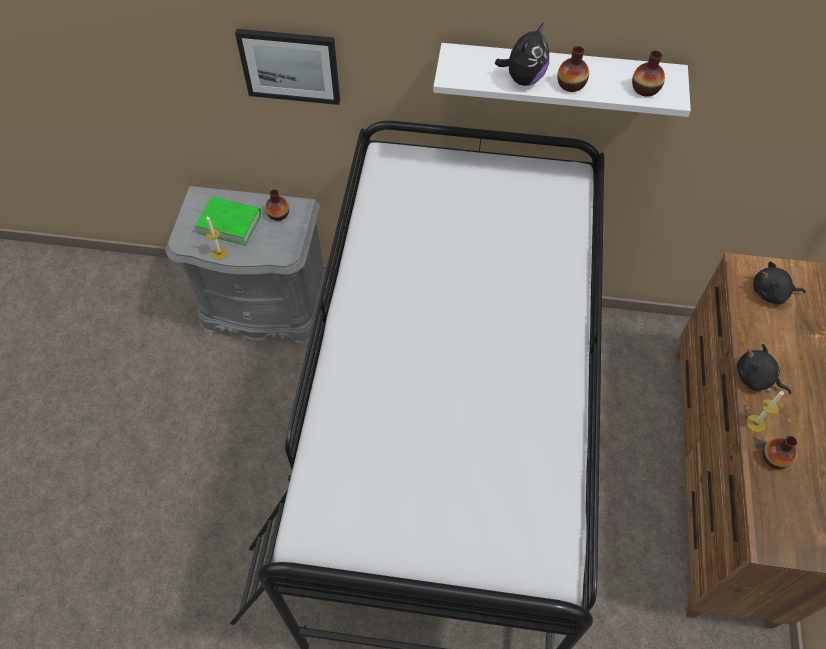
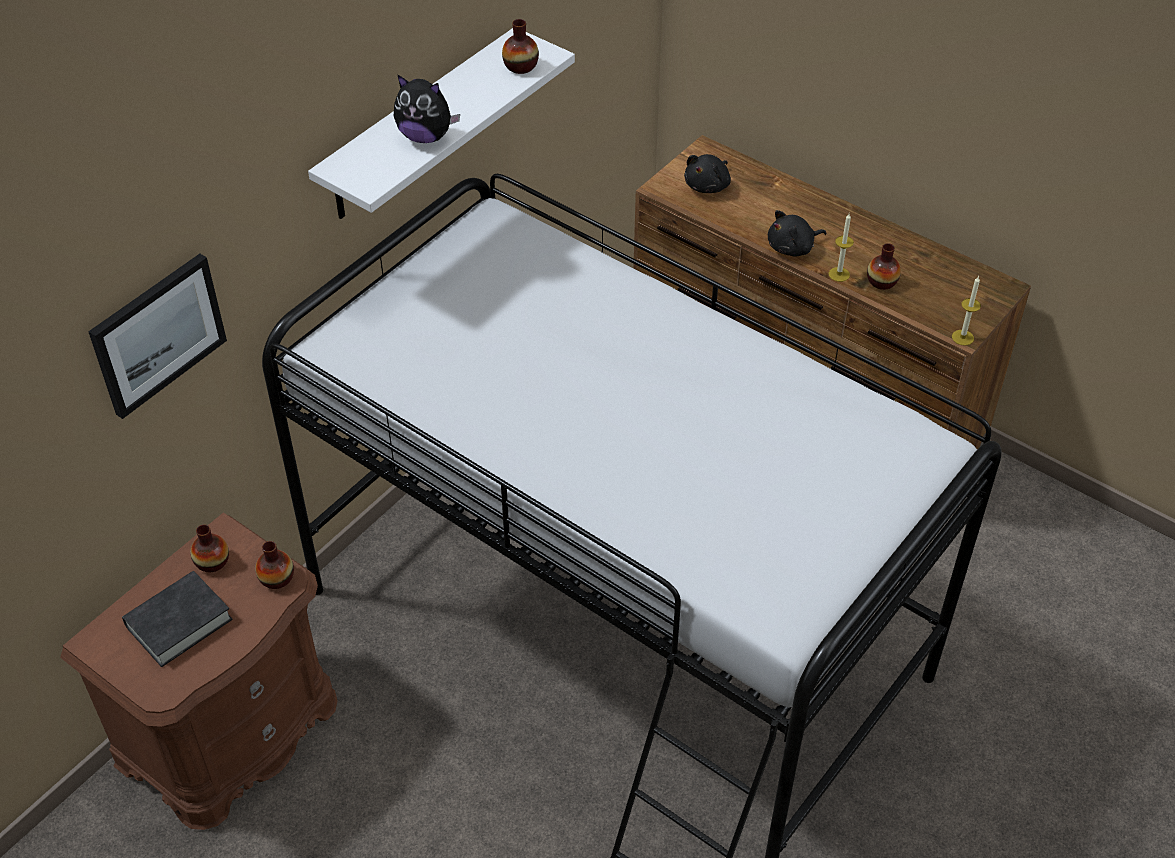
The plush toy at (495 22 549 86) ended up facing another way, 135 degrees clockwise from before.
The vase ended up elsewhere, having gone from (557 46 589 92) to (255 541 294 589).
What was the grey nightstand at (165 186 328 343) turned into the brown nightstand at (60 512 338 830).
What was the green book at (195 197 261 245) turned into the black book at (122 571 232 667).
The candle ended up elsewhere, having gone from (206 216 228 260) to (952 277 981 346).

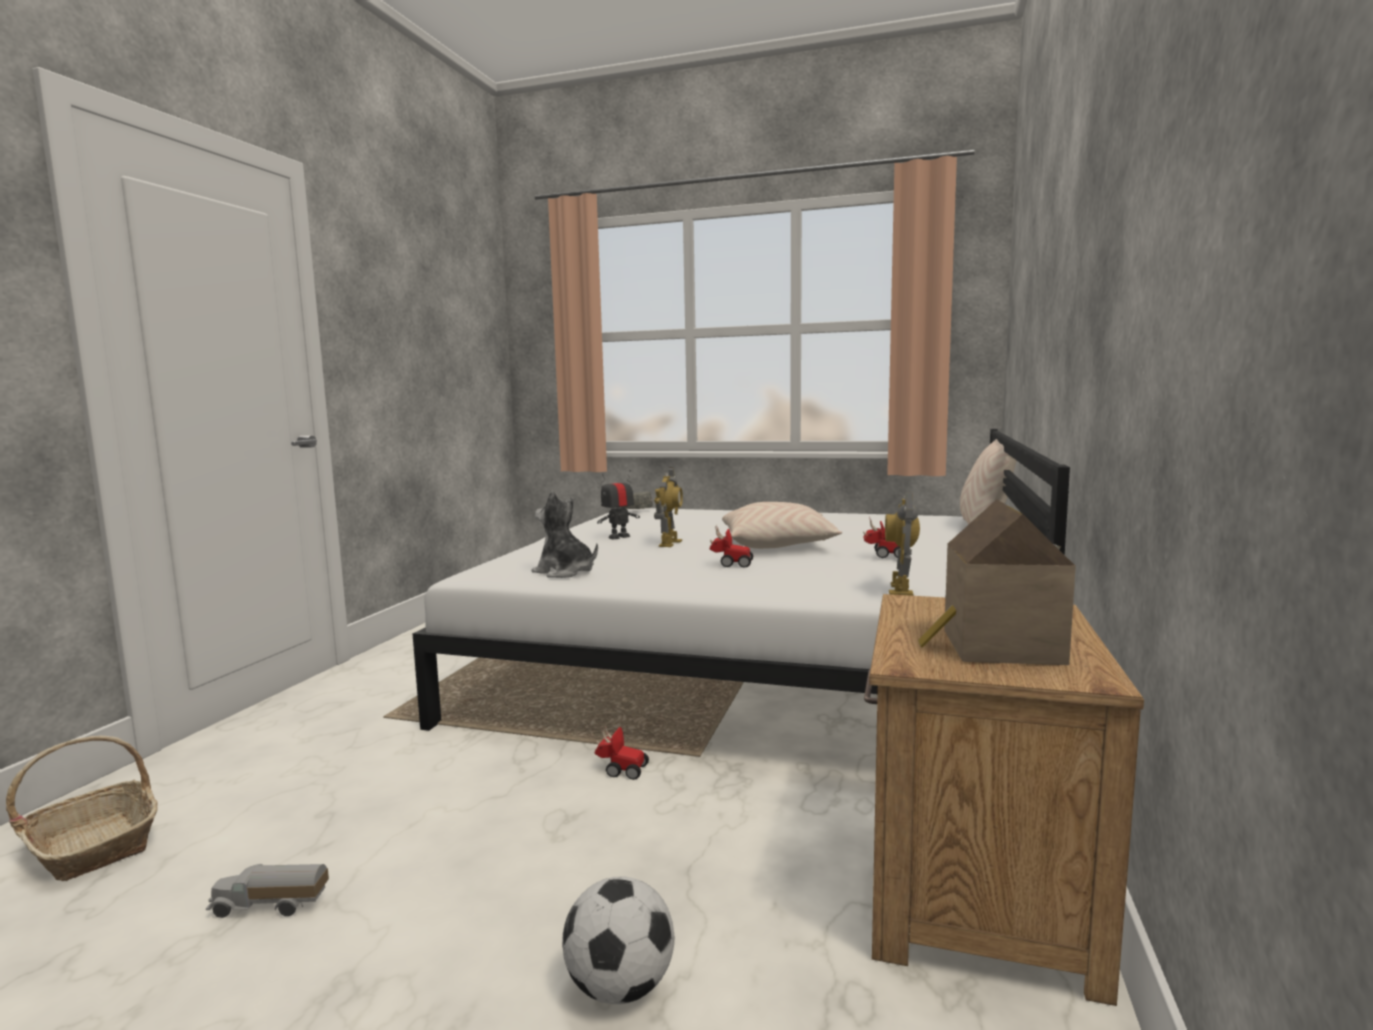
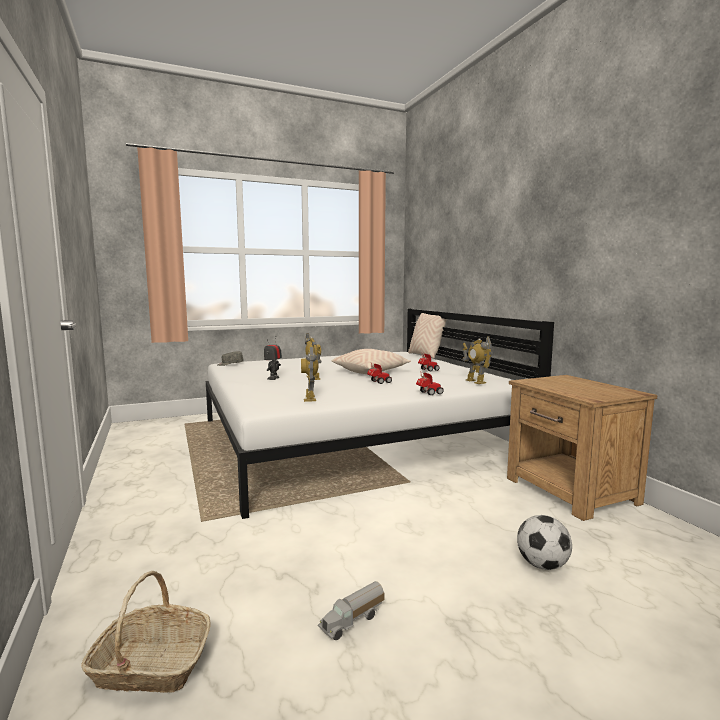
Where the plush toy stood at (532 491 598 578), the toy robot came to stand at (301 347 319 402).
The second view lost the toy house at (918 499 1076 665).
The toy car ended up elsewhere, having gone from (595 724 649 780) to (416 371 444 395).

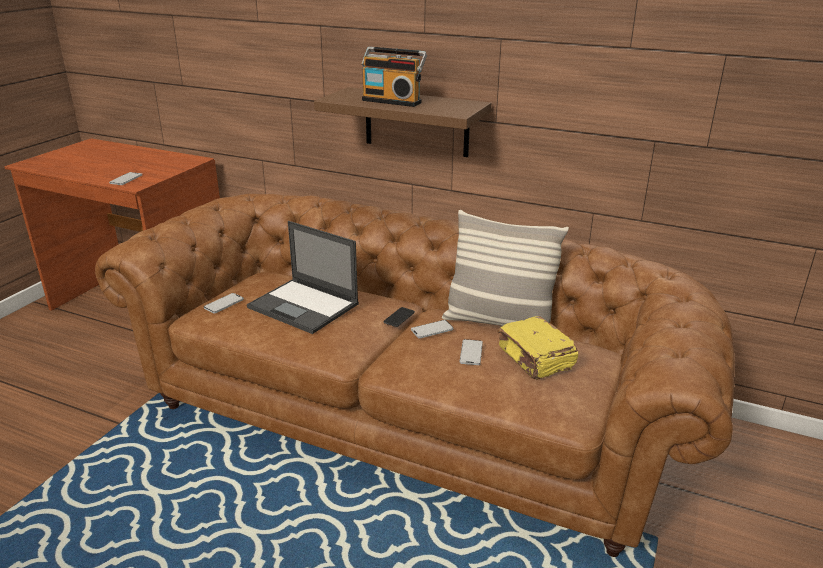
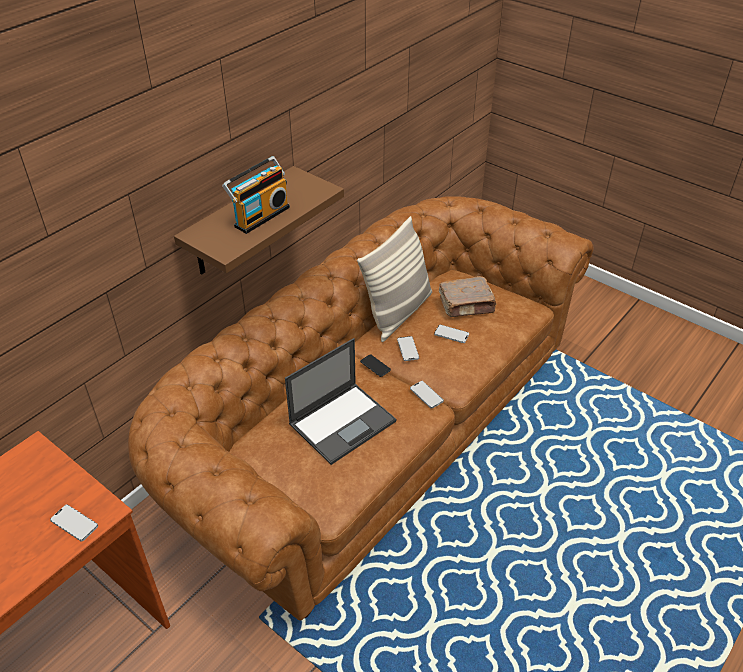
The phone ended up elsewhere, having gone from (204 293 244 313) to (410 381 444 409).
What was the yellow book at (497 316 578 379) turned into the brown book at (439 276 497 317).

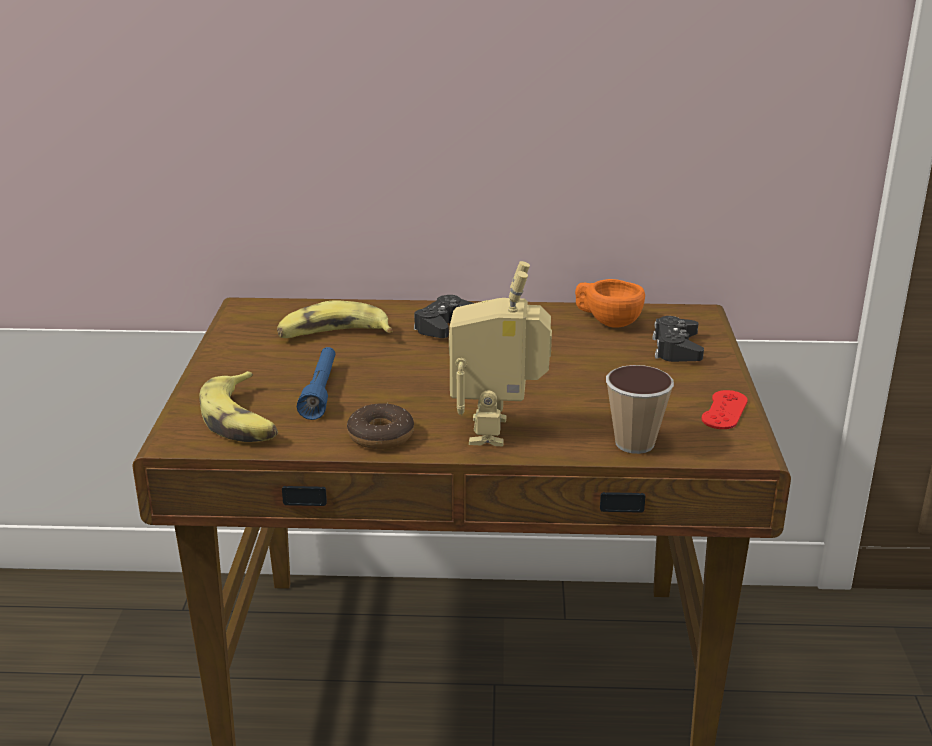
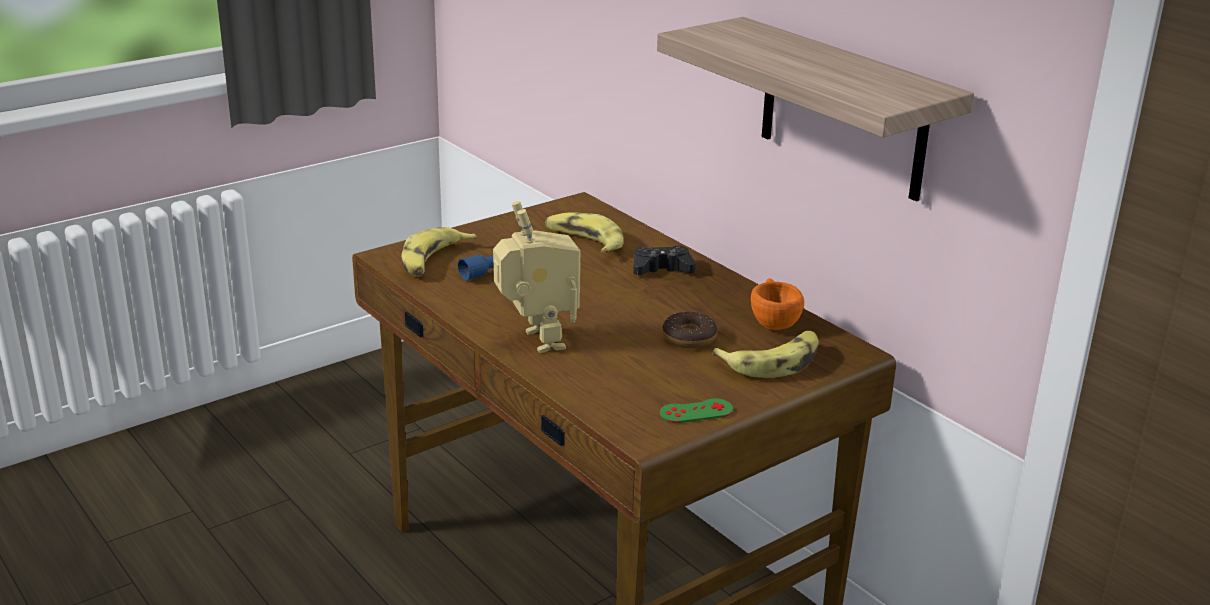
The toy robot at (449 261 552 446) ended up facing another way, 105 degrees clockwise from before.
Where the black game controller stood at (652 316 704 362), the banana came to stand at (712 331 819 378).
The second view lost the cup at (606 365 674 454).
What was the red game controller at (701 390 748 429) turned into the green game controller at (660 398 733 423).
The donut ended up elsewhere, having gone from (347 403 414 449) to (662 312 717 348).
The second view gained the shelf at (657 17 974 202).

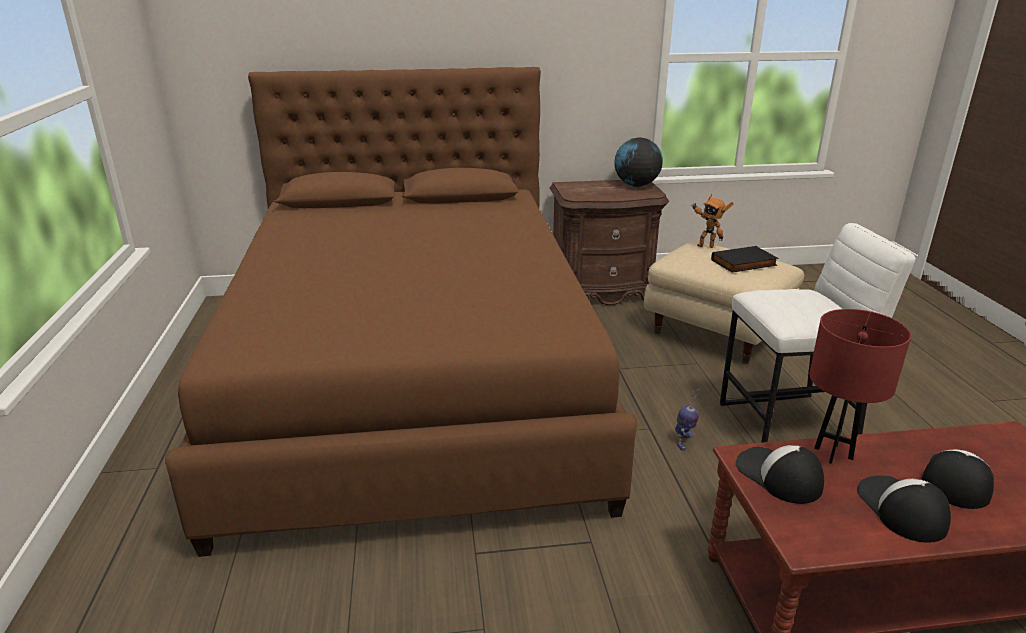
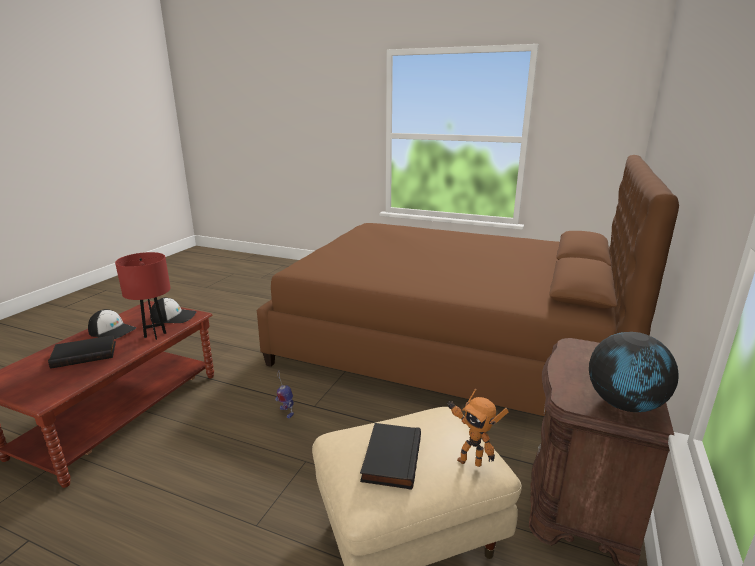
The toy robot at (691 194 733 248) ended up facing another way, 120 degrees counterclockwise from before.
The second view lost the white chair at (720 223 915 443).
Where the cap stood at (922 450 994 509), the black book came to stand at (48 335 116 369).

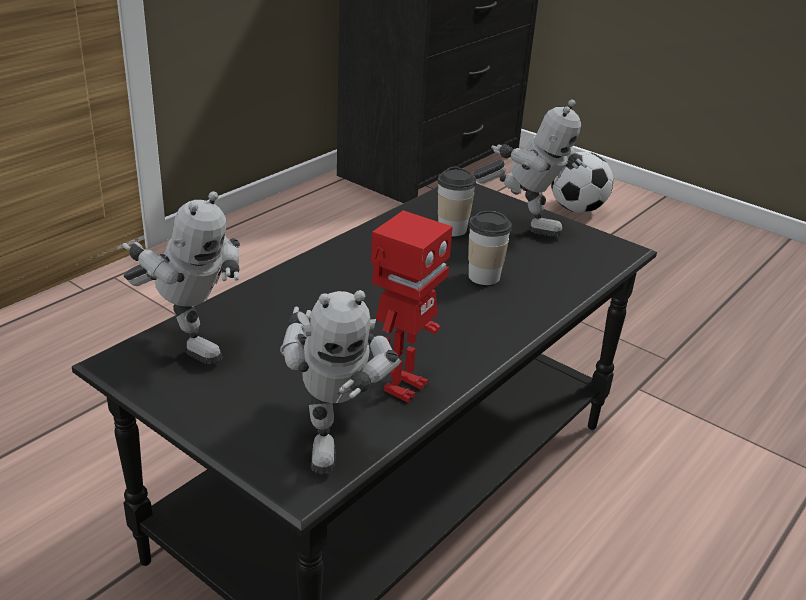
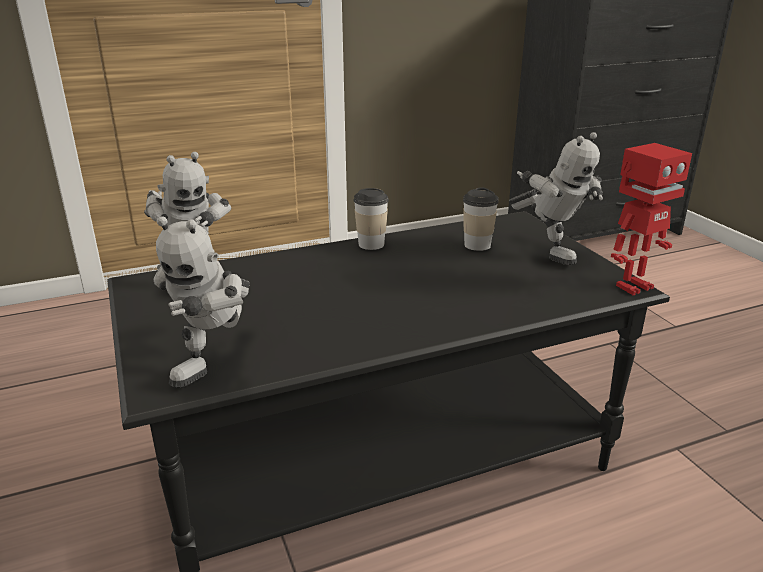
The second view lost the football at (551 152 613 213).
The toy robot ended up elsewhere, having gone from (371 211 453 403) to (611 143 692 295).
The cup ended up elsewhere, having gone from (468 211 512 285) to (354 188 389 250).

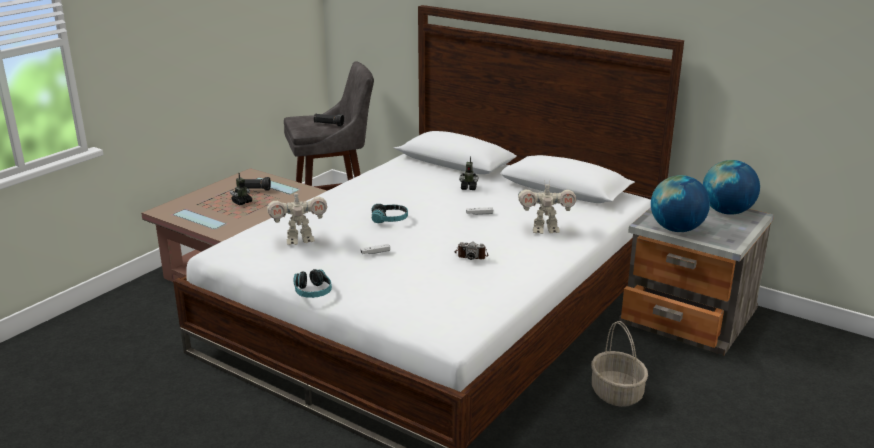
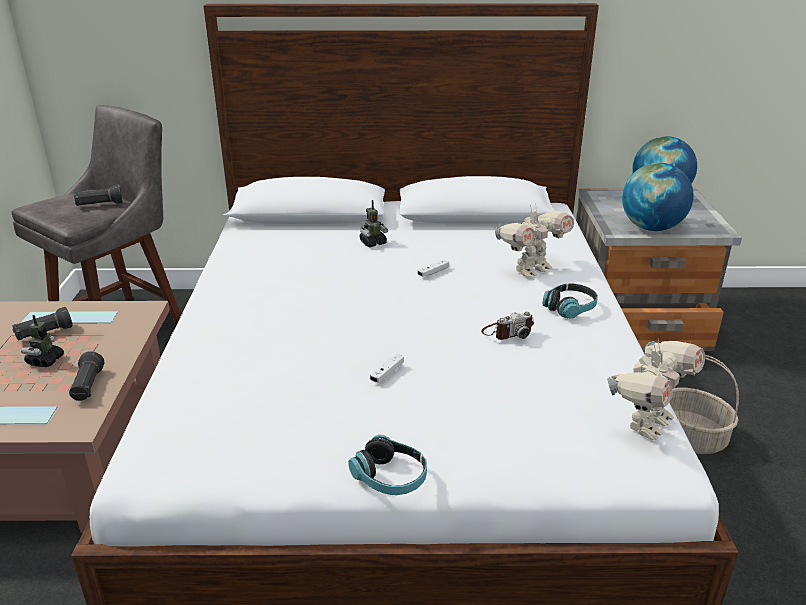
The toy robot ended up elsewhere, having gone from (267 189 327 245) to (607 339 705 440).
The headphones ended up elsewhere, having gone from (371 204 408 223) to (542 283 598 319).
The second view gained the black flashlight at (69 351 104 401).

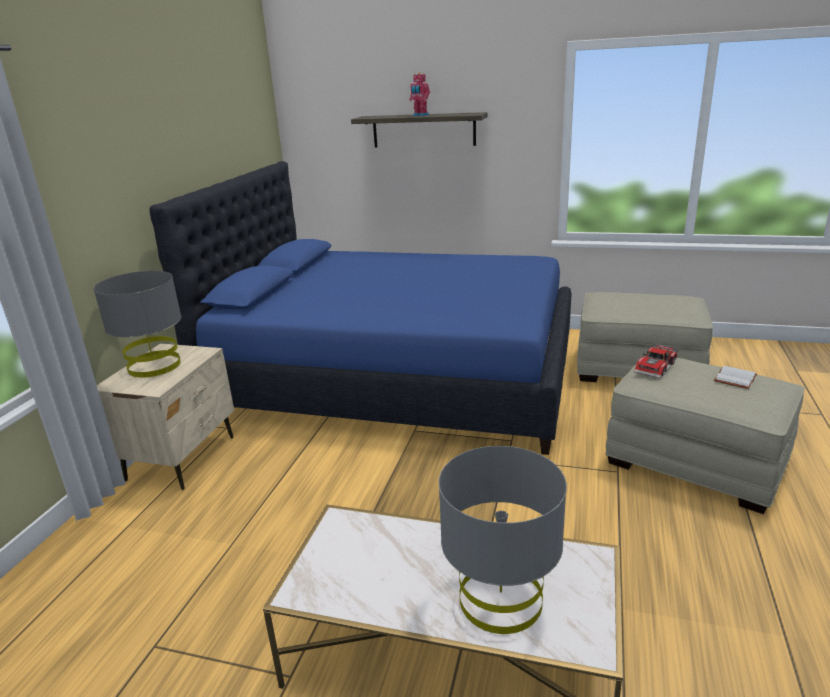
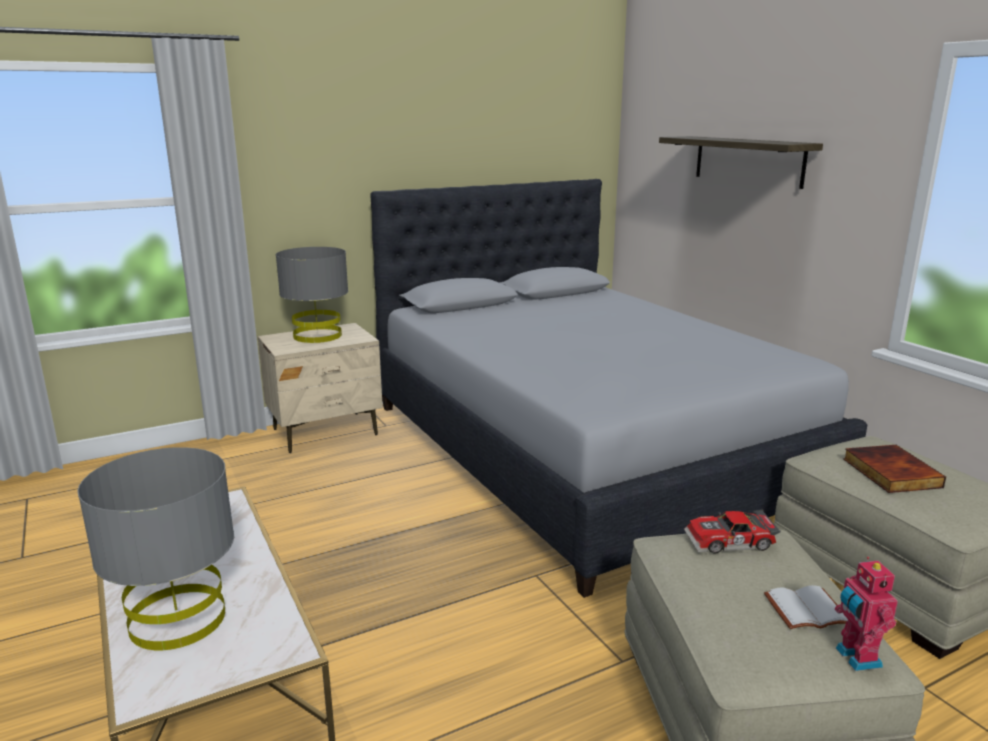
The toy robot ended up elsewhere, having gone from (409 72 430 116) to (835 557 898 671).
What was the blue bed at (149 161 572 455) turned into the grey bed at (370 179 867 598).
The second view gained the book at (843 445 946 493).

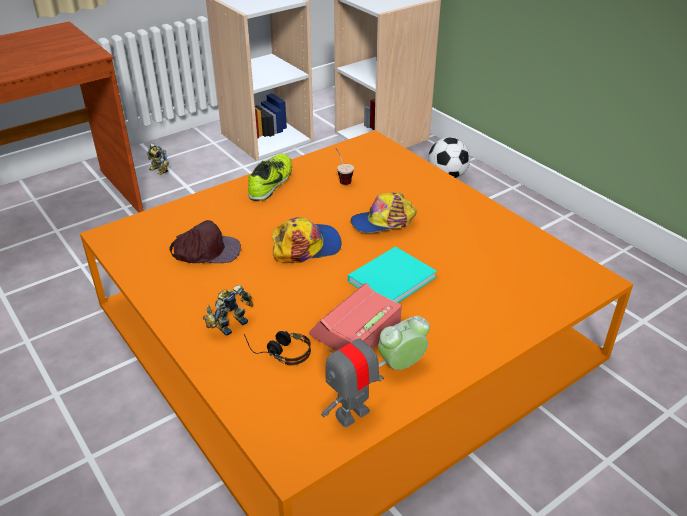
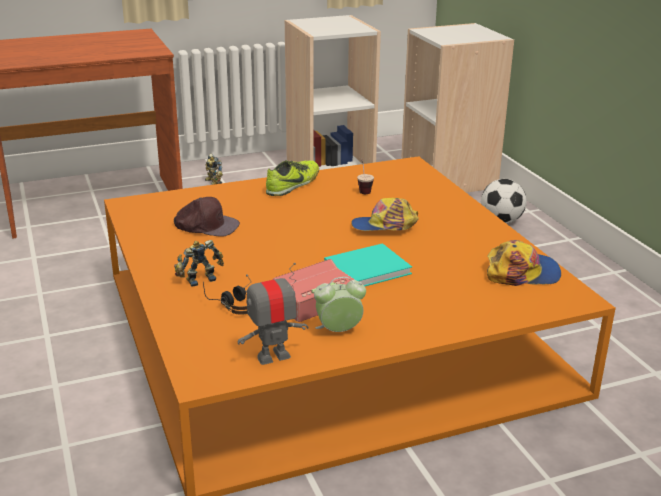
The cap ended up elsewhere, having gone from (271 217 342 263) to (487 240 561 286).

